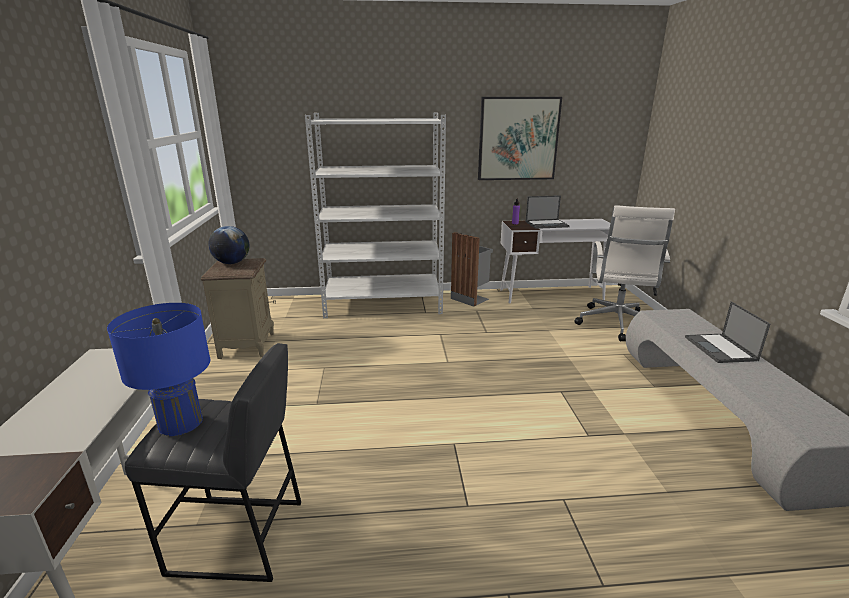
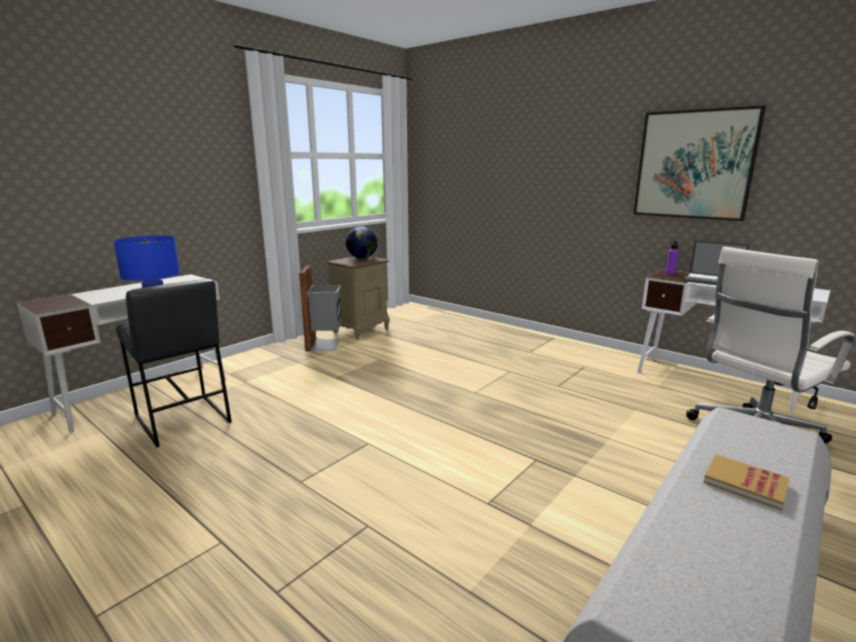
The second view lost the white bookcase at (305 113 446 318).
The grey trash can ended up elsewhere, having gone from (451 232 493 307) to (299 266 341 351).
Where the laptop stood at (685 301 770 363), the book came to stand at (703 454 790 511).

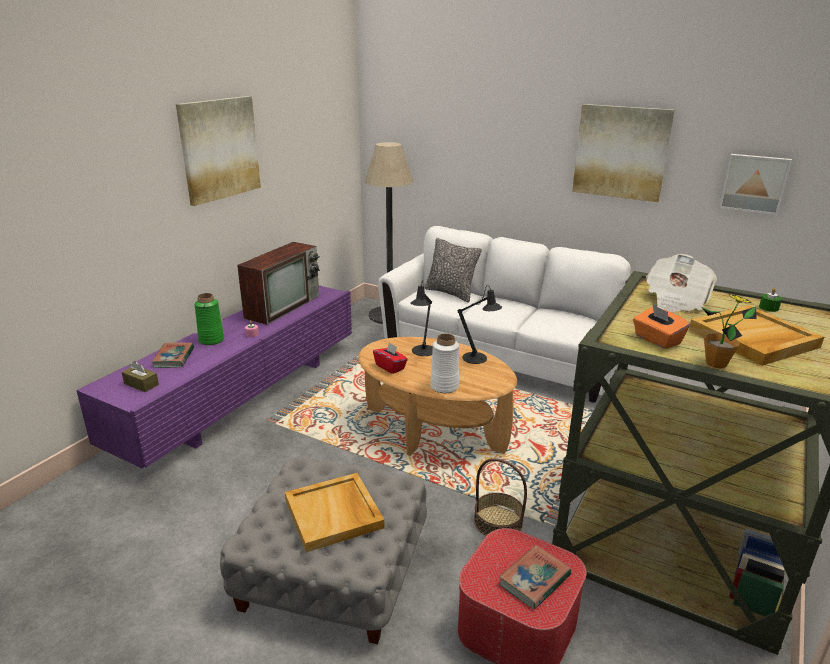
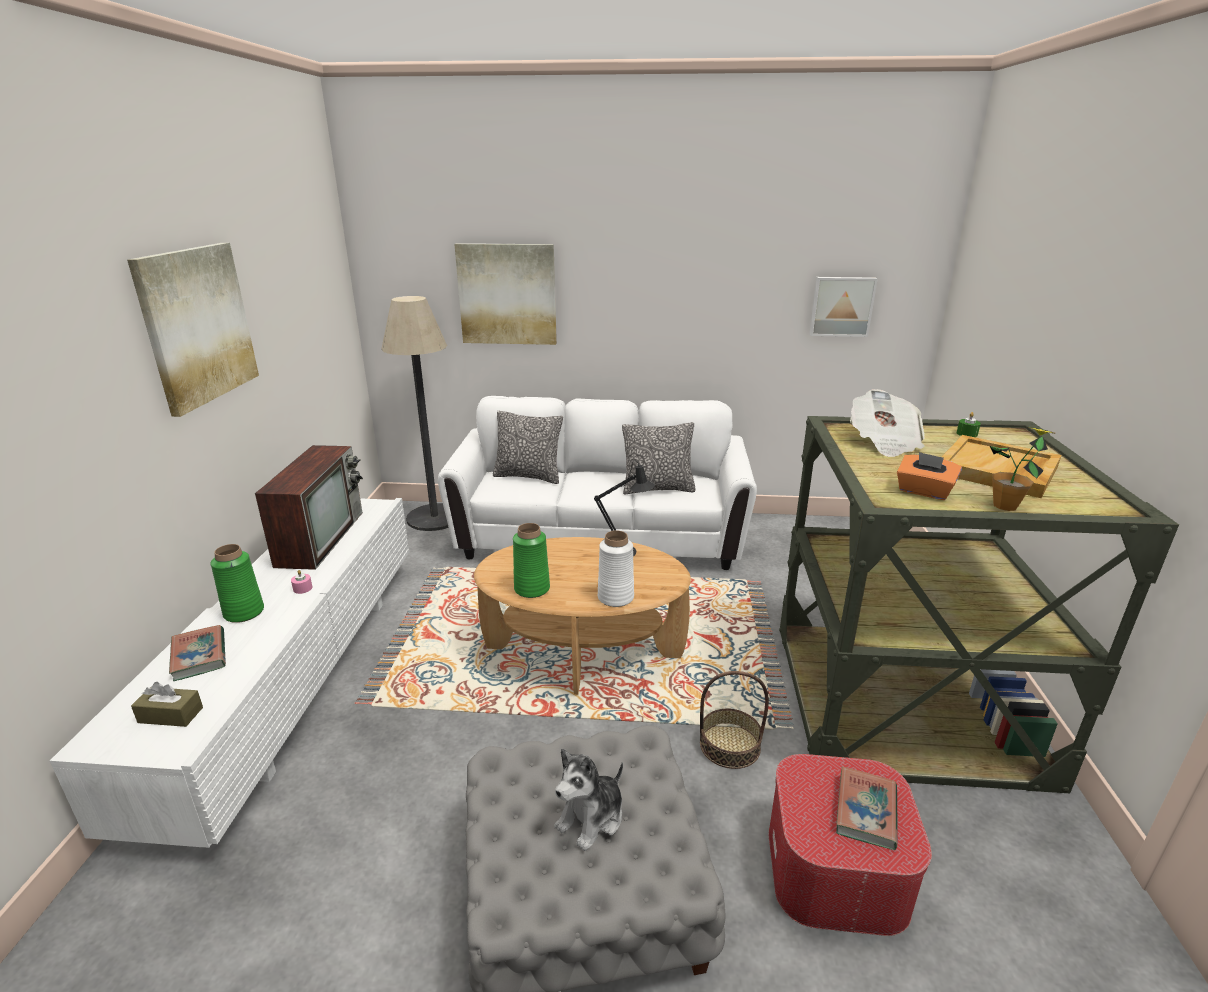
The picture ended up elsewhere, having gone from (572 104 675 202) to (454 243 557 345).
The second view lost the black table lamp at (410 280 433 356).
What was the purple tv stand at (76 285 352 468) turned into the white tv stand at (50 498 409 848).
Where the red tissue box stood at (373 343 408 374), the green vase came to stand at (513 523 550 598).
Where the beige tray stood at (285 473 384 552), the plush toy came to stand at (554 749 623 851).
The second view gained the pillow at (622 422 696 494).

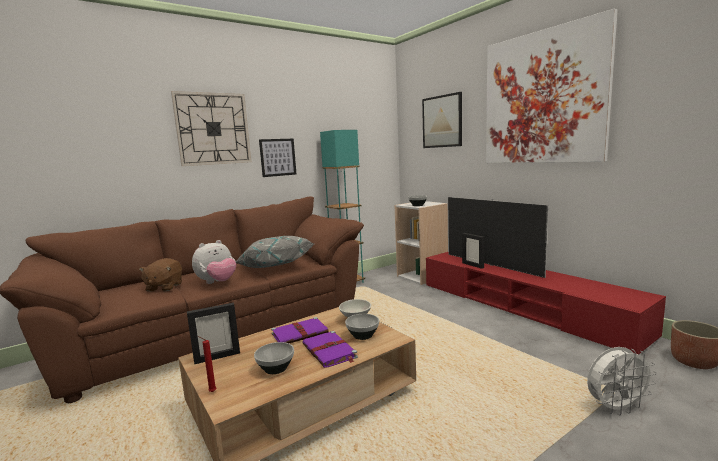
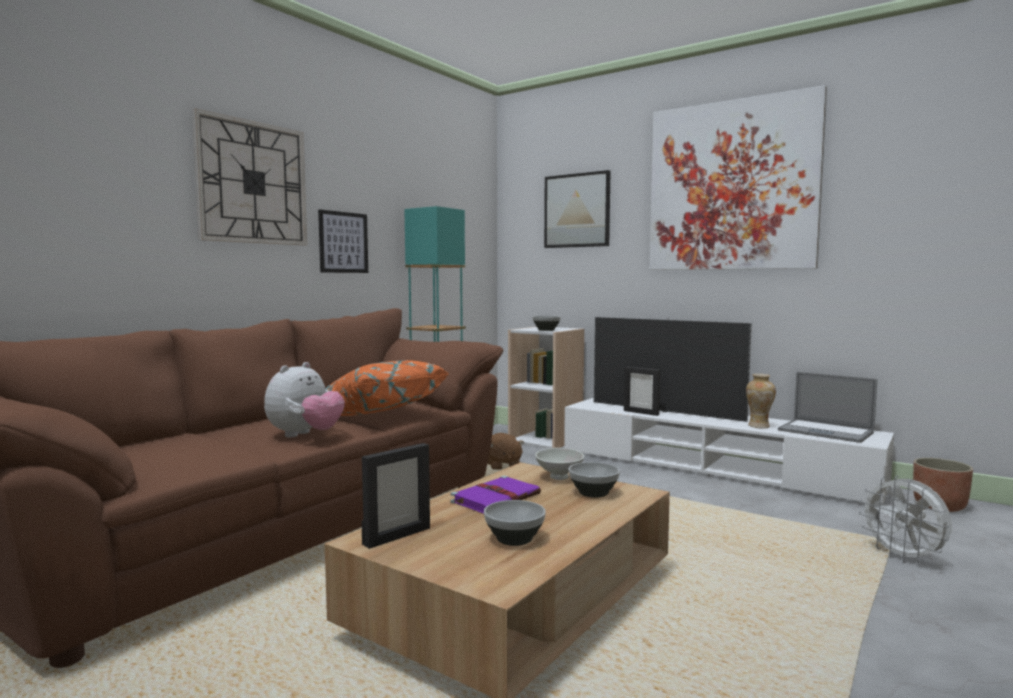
What was the grey pillow at (236 236 314 268) turned into the orange pillow at (326 360 449 416).
What was the red tv stand at (426 252 666 355) turned into the white tv stand at (564 398 894 503).
The brown plush toy ended up elsewhere, having gone from (139 258 182 291) to (487 433 524 470).
The second view lost the purple book at (302 331 358 368).
The second view lost the red candle at (198 336 216 392).
The white fan at (587 347 657 415) ended up facing another way, 90 degrees clockwise from before.
The second view gained the laptop at (778 372 877 443).
The second view gained the vase at (746 374 776 428).

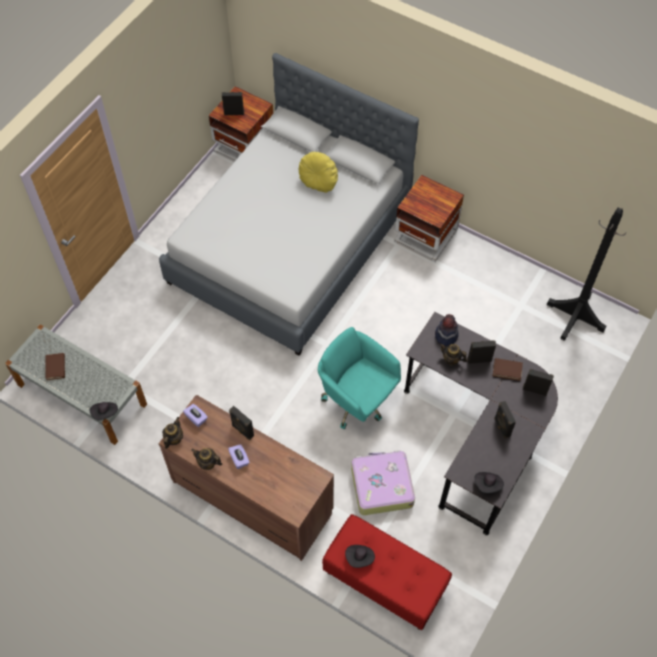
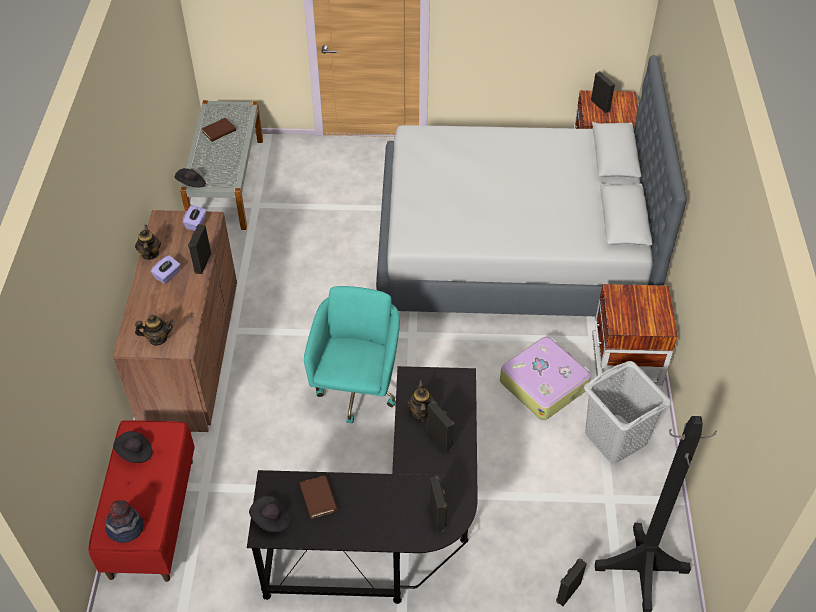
The second view lost the yellow pillow at (299 152 338 193).
The hat ended up elsewhere, having gone from (435 314 459 346) to (106 500 144 543).
The brown book ended up elsewhere, having gone from (493 358 523 381) to (300 475 338 519).
The black speaker ended up elsewhere, having gone from (494 401 516 439) to (556 558 587 606).
The teapot ended up elsewhere, having gone from (162 417 183 449) to (135 315 174 346).
The suitcase ended up elsewhere, having gone from (351 450 415 515) to (500 337 591 420).
The second view gained the grey laundry basket at (584 361 671 463).

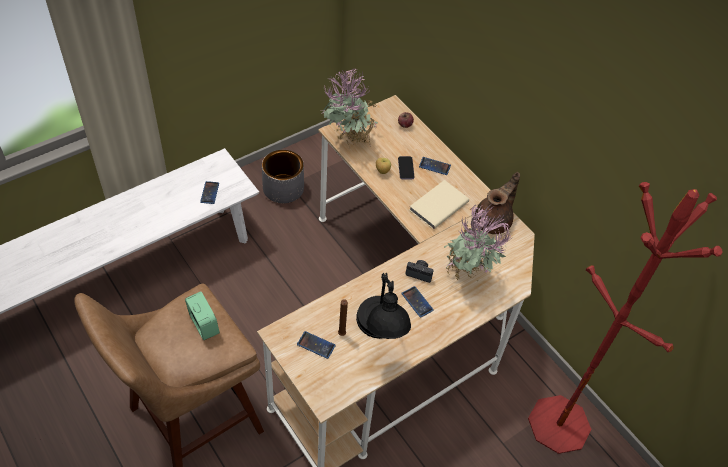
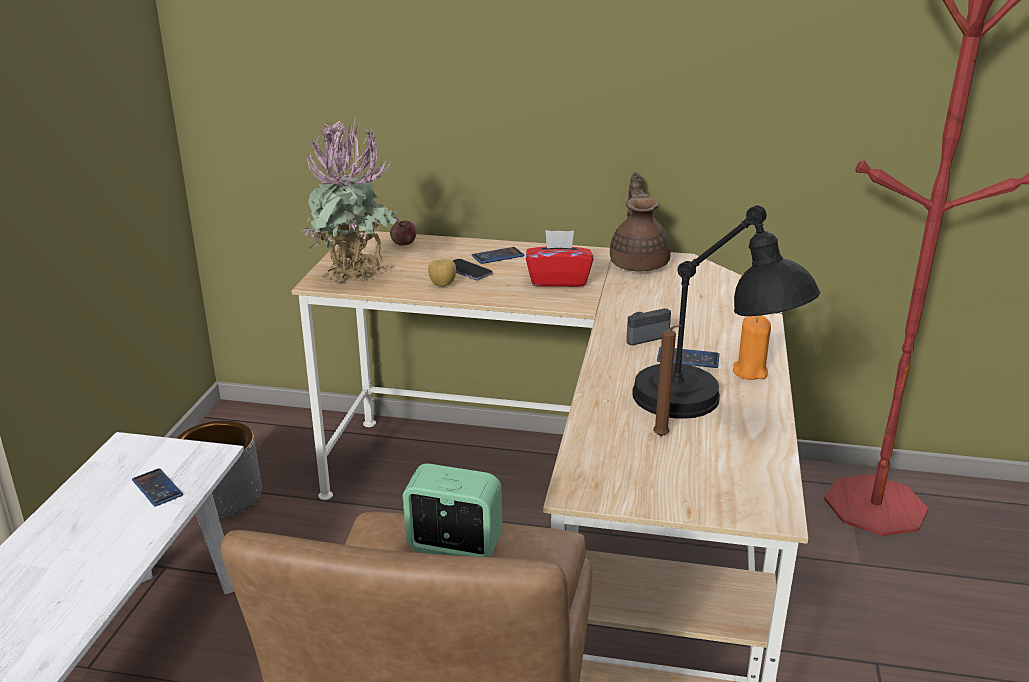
Where the beige book stood at (409 180 469 229), the red tissue box came to stand at (526 230 593 287).
The second view lost the potted plant at (444 205 512 282).
The second view lost the phone at (297 331 336 359).
The second view gained the orange candle at (733 316 771 380).

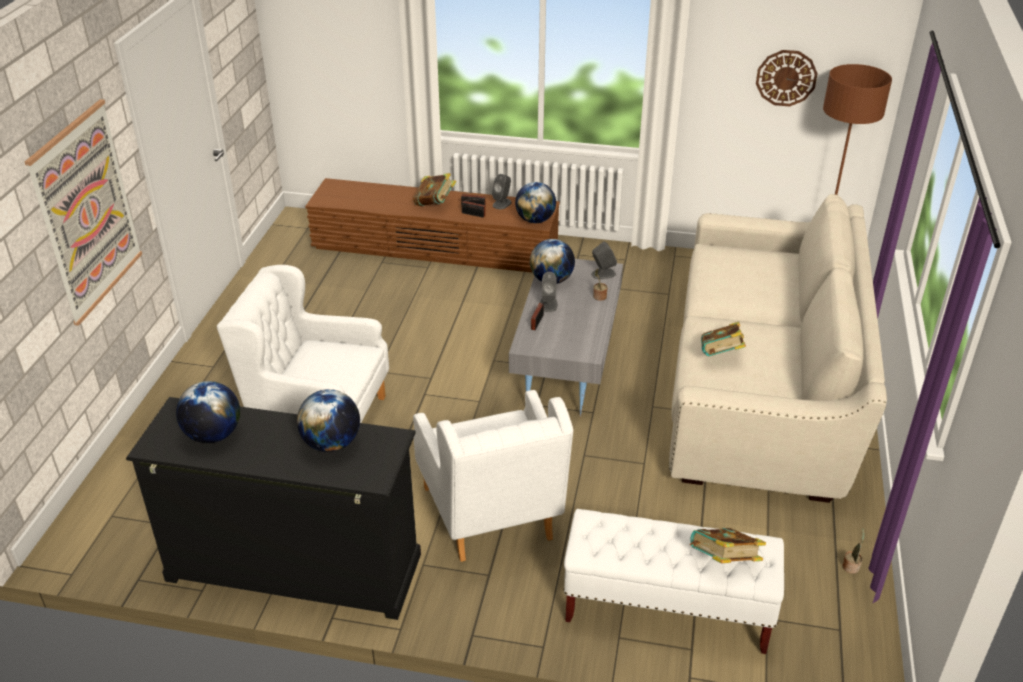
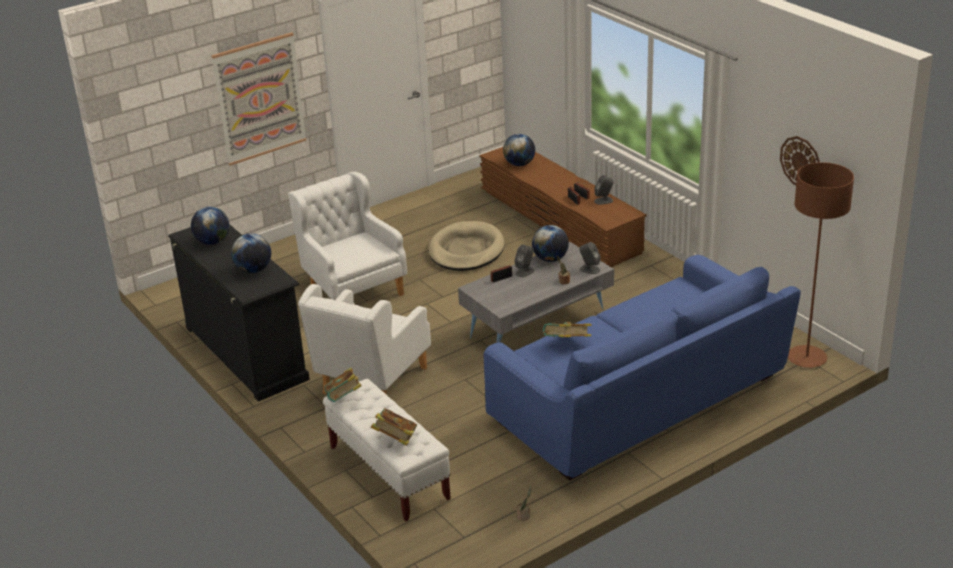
The book ended up elsewhere, having gone from (413 173 456 206) to (324 368 362 402).
The globe ended up elsewhere, having gone from (515 182 556 223) to (503 134 535 166).
What was the beige sofa at (669 194 887 503) turned into the blue sofa at (483 255 801 481).
The second view gained the beige dog bed at (428 221 505 271).

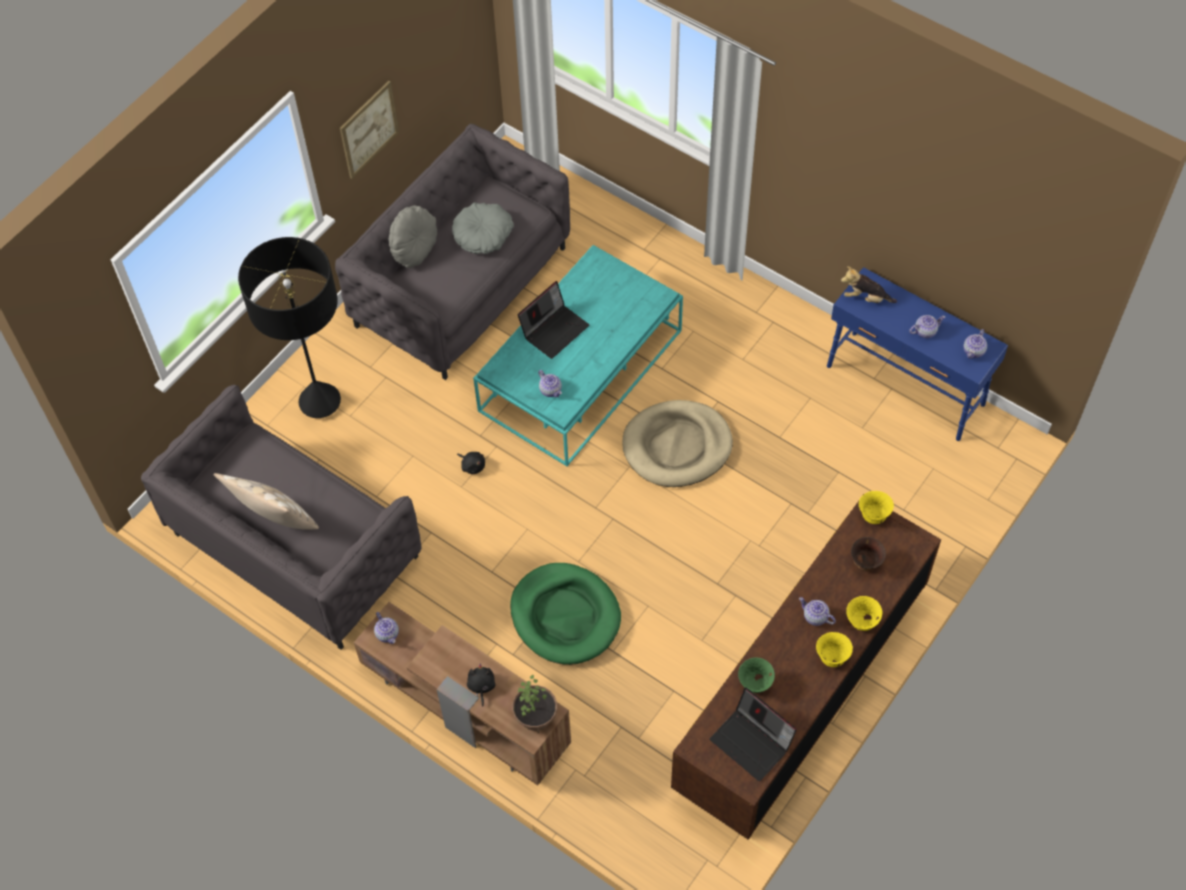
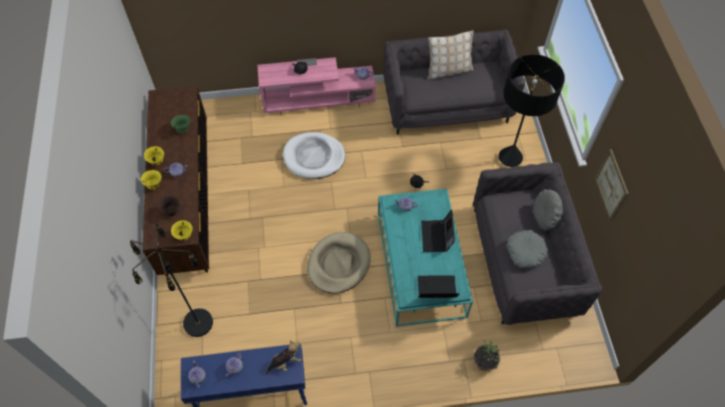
What was the green dog bed at (510 563 621 665) turned into the white dog bed at (283 132 345 179).
What was the brown tv stand at (354 602 571 786) turned into the pink tv stand at (257 57 376 114).
The potted plant ended up elsewhere, having gone from (512 675 557 734) to (474 340 500 371).
The laptop ended up elsewhere, having gone from (709 687 797 781) to (418 275 460 298).
The second view gained the floor lamp at (130 223 213 337).

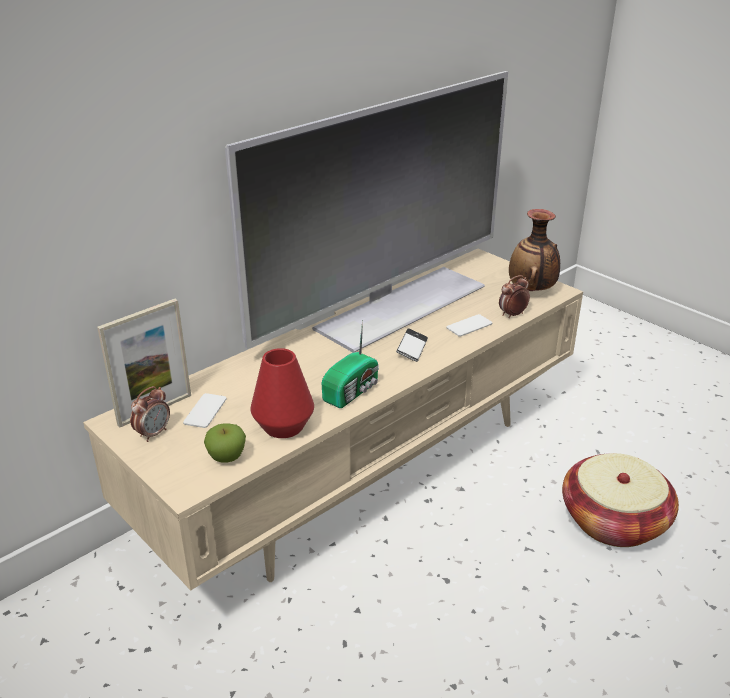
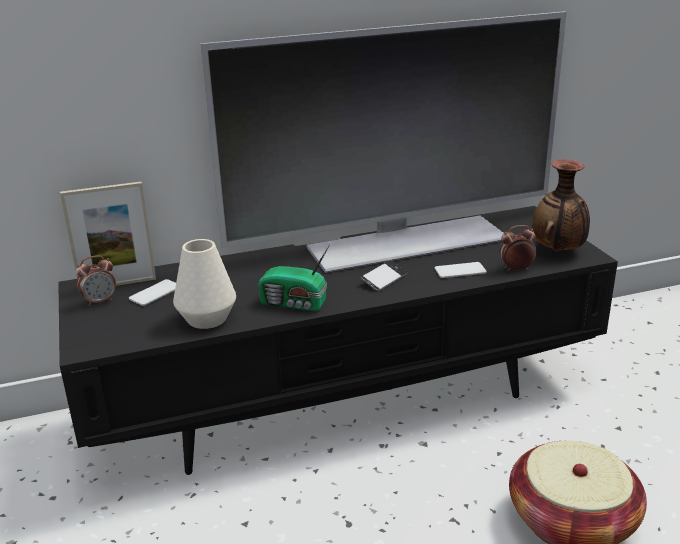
What was the beige tv stand at (83 249 583 590) turned into the black tv stand at (58 206 618 475).
The radio at (321 320 379 408) ended up facing another way, 45 degrees clockwise from before.
What was the red vase at (251 348 314 438) turned into the white vase at (173 239 236 329).
The second view lost the apple at (204 424 246 463).

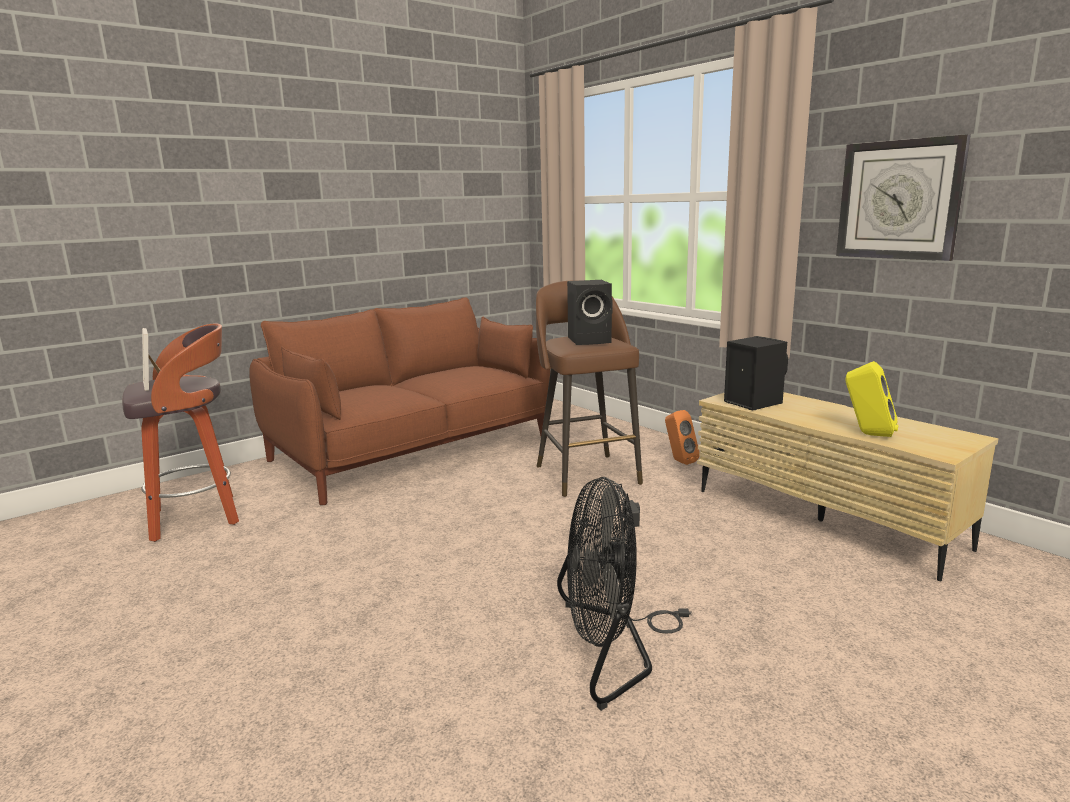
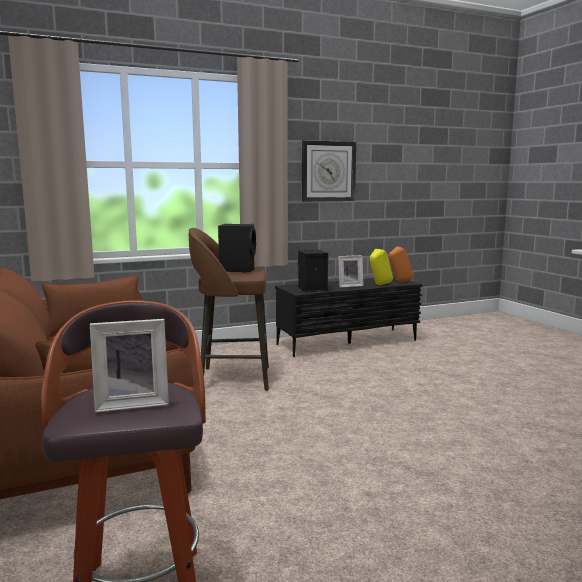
What was the beige tv stand at (697 392 999 581) turned into the black tv stand at (275 276 423 357).
The orange speaker ended up elsewhere, having gone from (665 410 699 465) to (389 246 414 282).
The second view lost the black fan at (557 477 692 711).
The second view gained the picture frame at (338 255 364 288).

